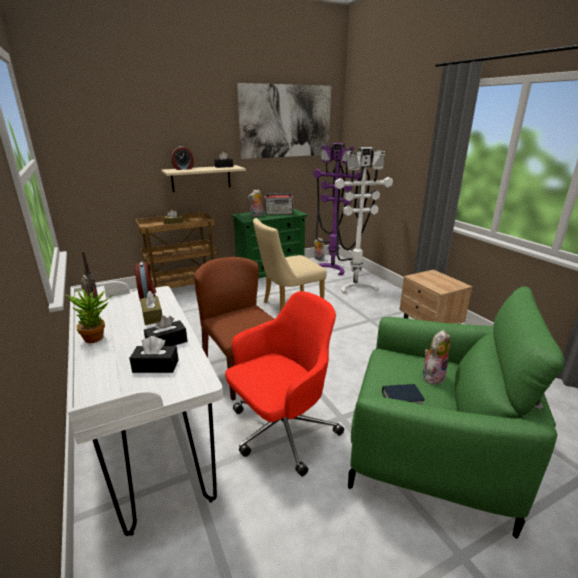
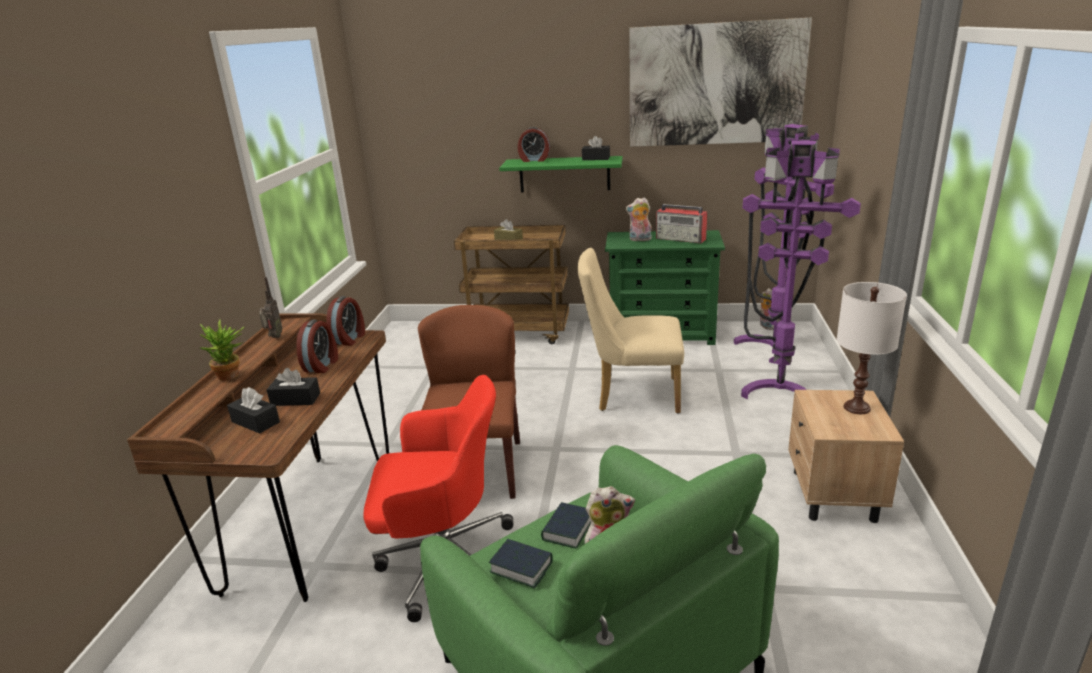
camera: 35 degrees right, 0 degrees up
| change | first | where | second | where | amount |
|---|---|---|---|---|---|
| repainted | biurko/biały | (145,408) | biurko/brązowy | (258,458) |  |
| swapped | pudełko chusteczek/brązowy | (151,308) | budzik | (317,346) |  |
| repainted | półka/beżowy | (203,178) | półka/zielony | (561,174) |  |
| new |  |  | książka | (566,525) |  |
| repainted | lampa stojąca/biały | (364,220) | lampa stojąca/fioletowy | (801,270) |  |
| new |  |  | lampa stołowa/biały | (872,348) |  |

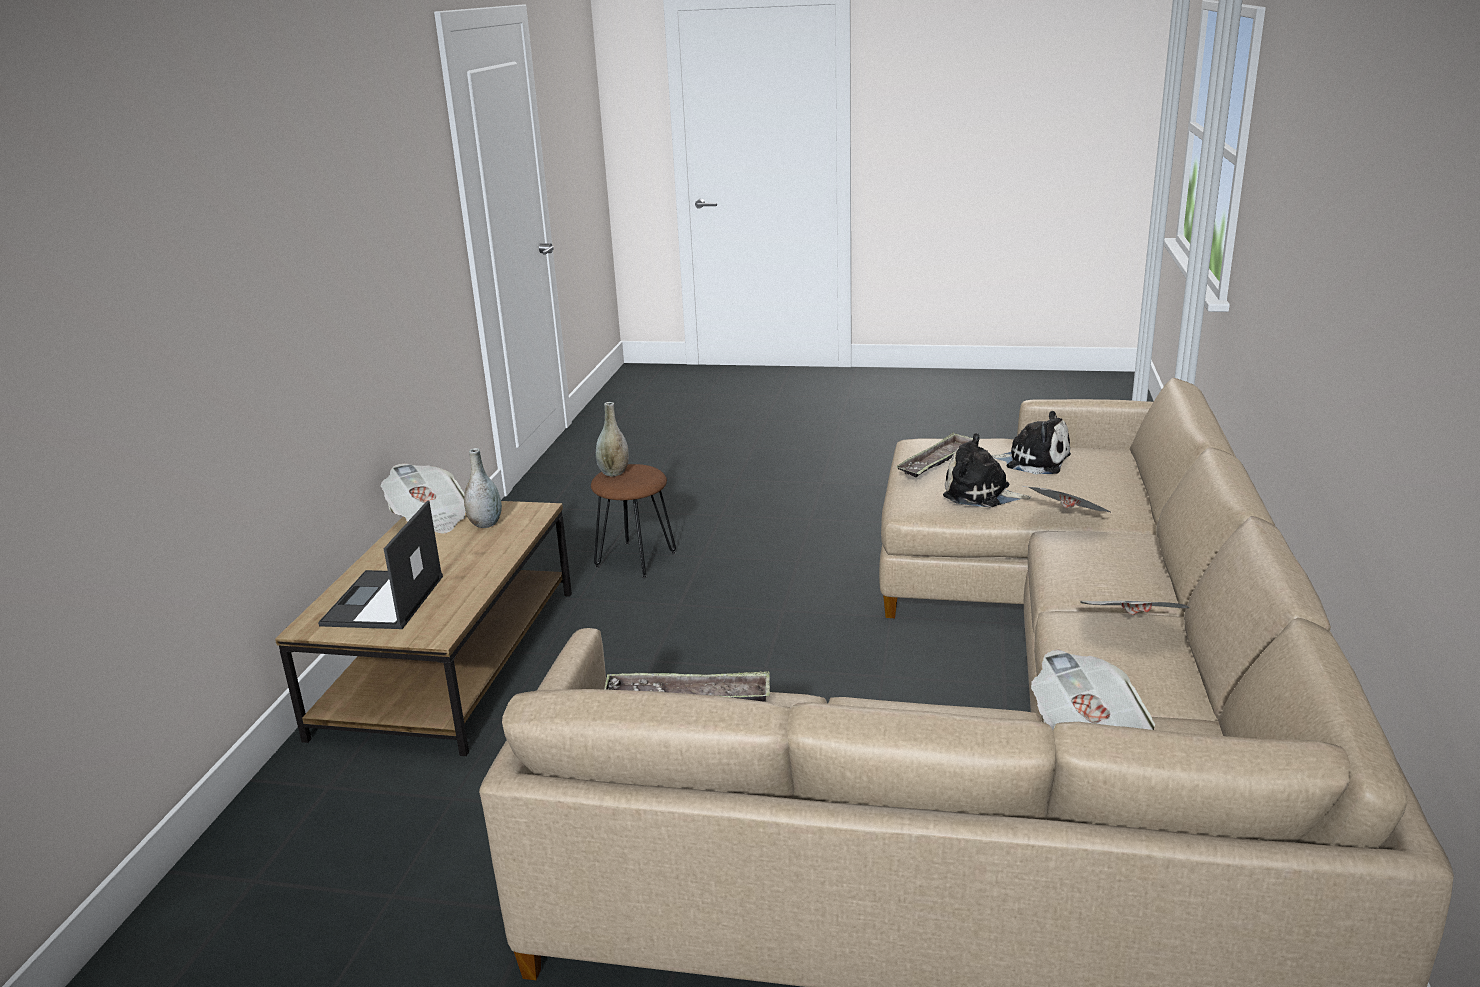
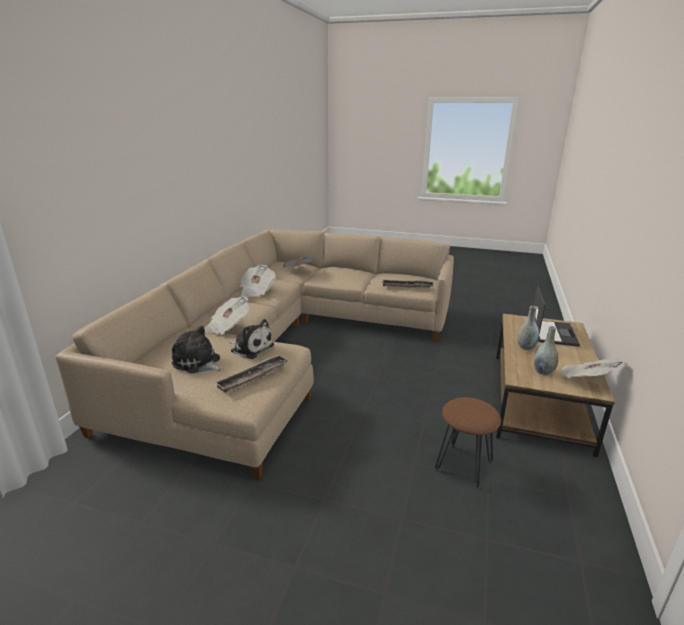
camera: 175 degrees left, 0 degrees up
| change | first | where | second | where | amount |
|---|---|---|---|---|---|
| shifted | wazon/szary | (612,439) |  | (528,328) |  |

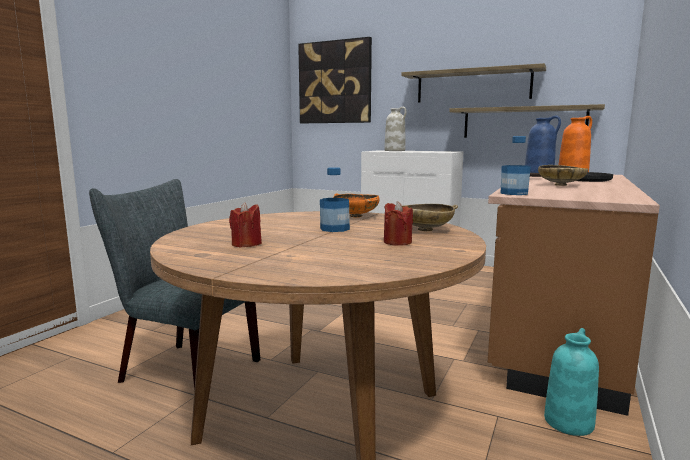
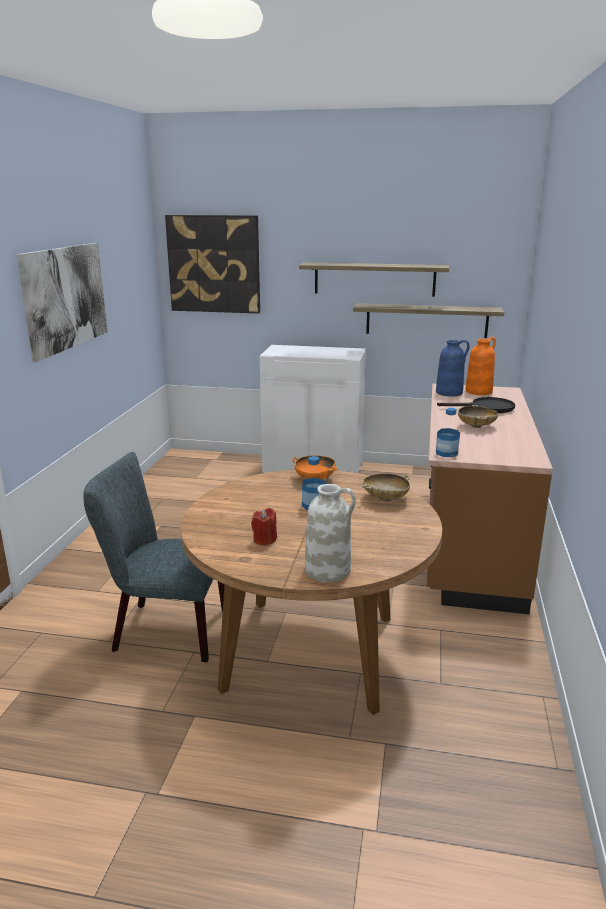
camera: 15 degrees left, 10 degrees up
| change | first | where | second | where | amount |
|---|---|---|---|---|---|
| new |  |  | obraz | (62,302) |  |
| shifted | wazon/biały | (395,129) |  | (330,533) |  |
| gone | świeca/czerwony | (398,223) |  |  |  |
| gone | wazon/turkusowy | (571,382) |  |  |  |

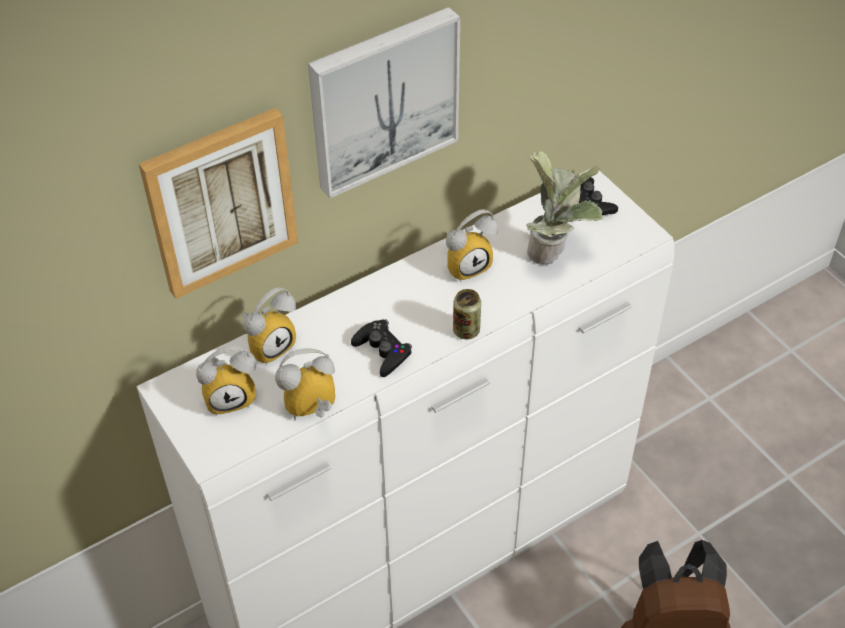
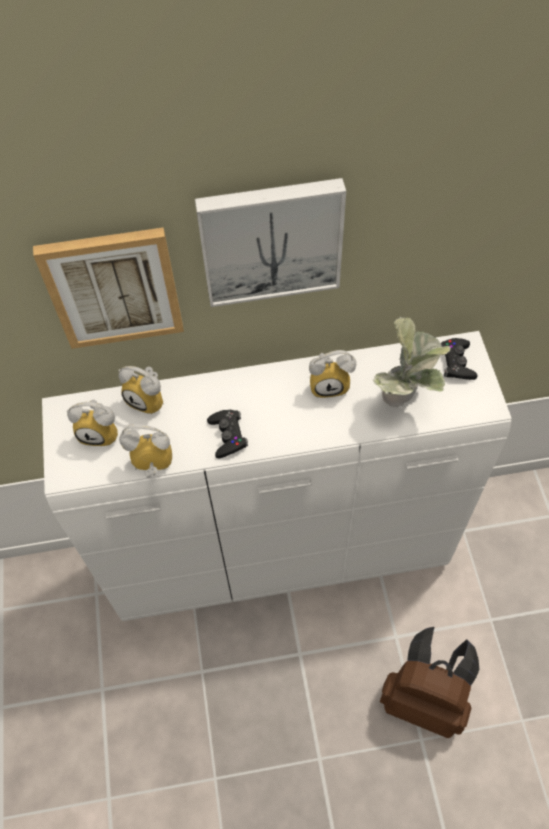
camera: 25 degrees right, 10 degrees up
| change | first | where | second | where | amount |
|---|---|---|---|---|---|
| rotated | budzik | (269,326) |  | (140,390) | 45 degrees clockwise |
| gone | puszka | (467,314) |  |  |  |

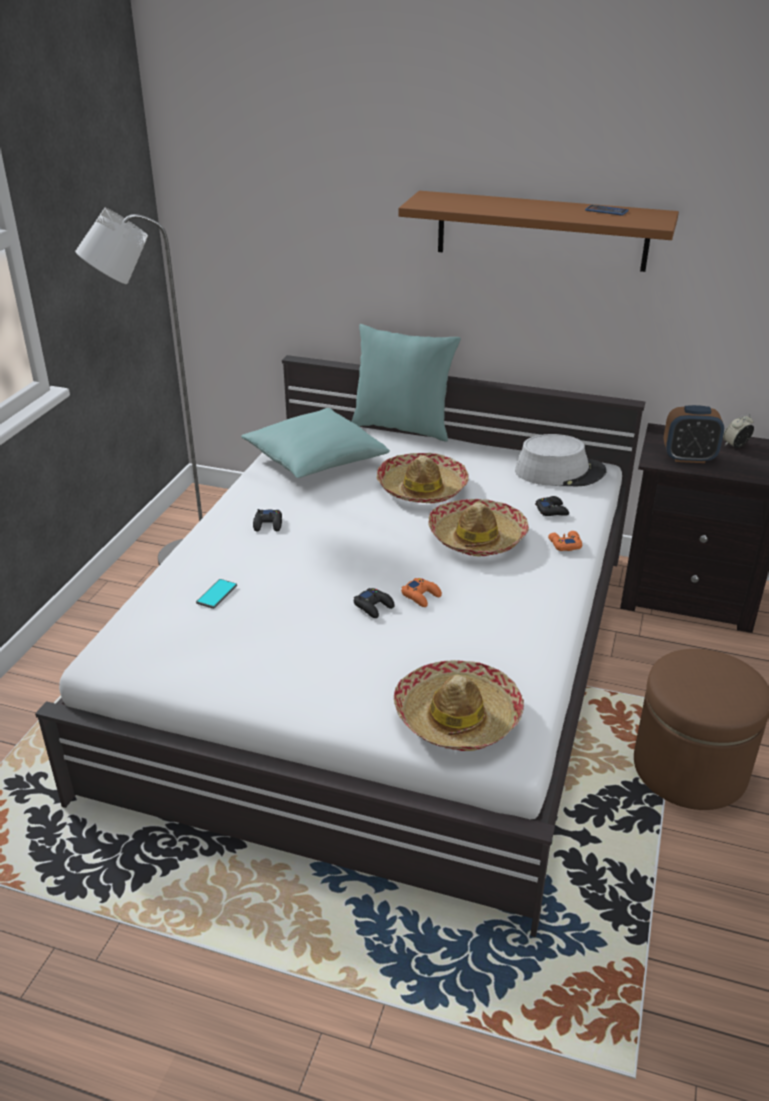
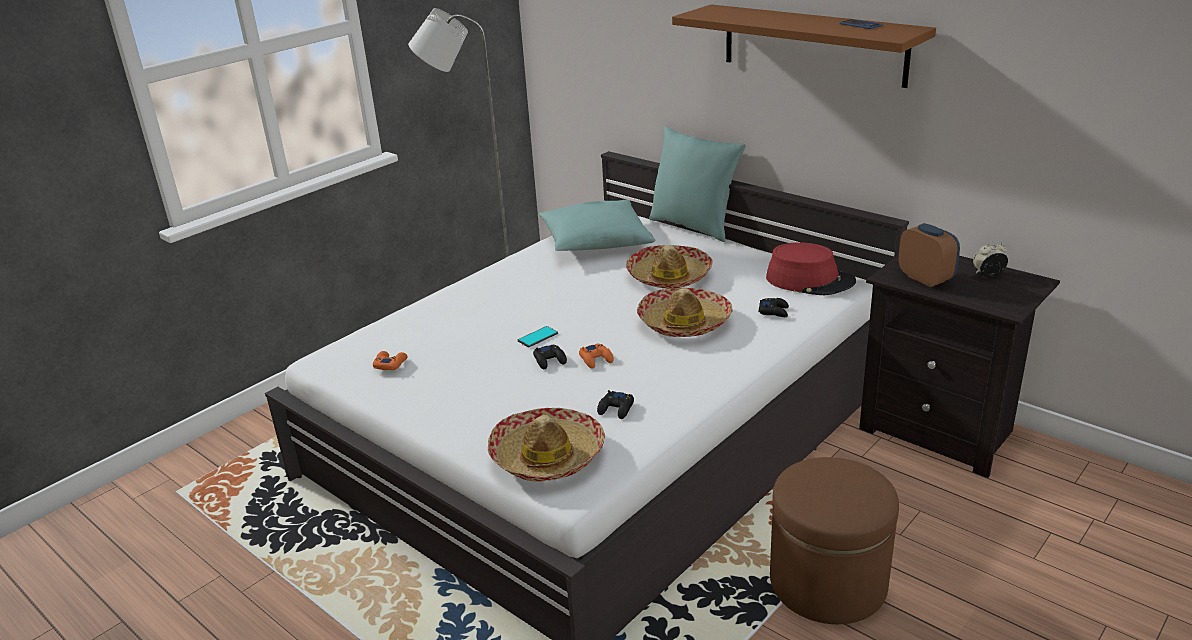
camera: 25 degrees right, 5 degrees down
| change | first | where | second | where | amount |
|---|---|---|---|---|---|
| shifted | pad do gier/pomarańczowy | (565,541) |  | (390,360) |  |
| shifted | telefon | (216,594) |  | (538,337) |  |
| shifted | pad do gier/czarny | (267,520) |  | (615,404) |  |
| repainted | kapelusz/szary | (560,460) | kapelusz/czerwony | (811,268) |  |
| rotated | budzik | (694,434) |  | (929,255) | 150 degrees counterclockwise |

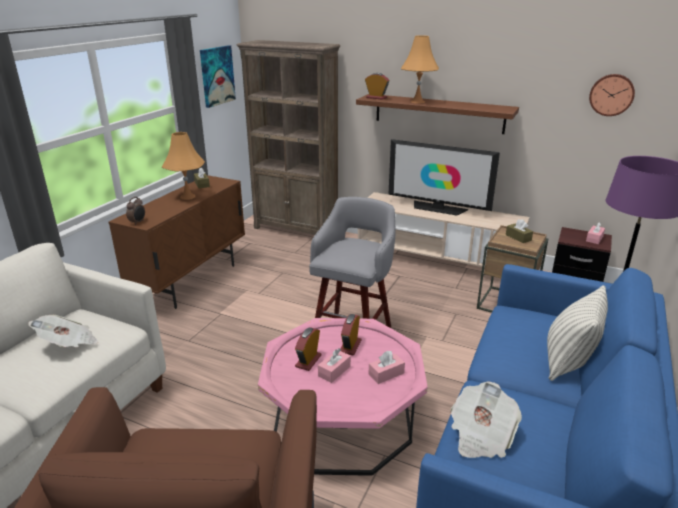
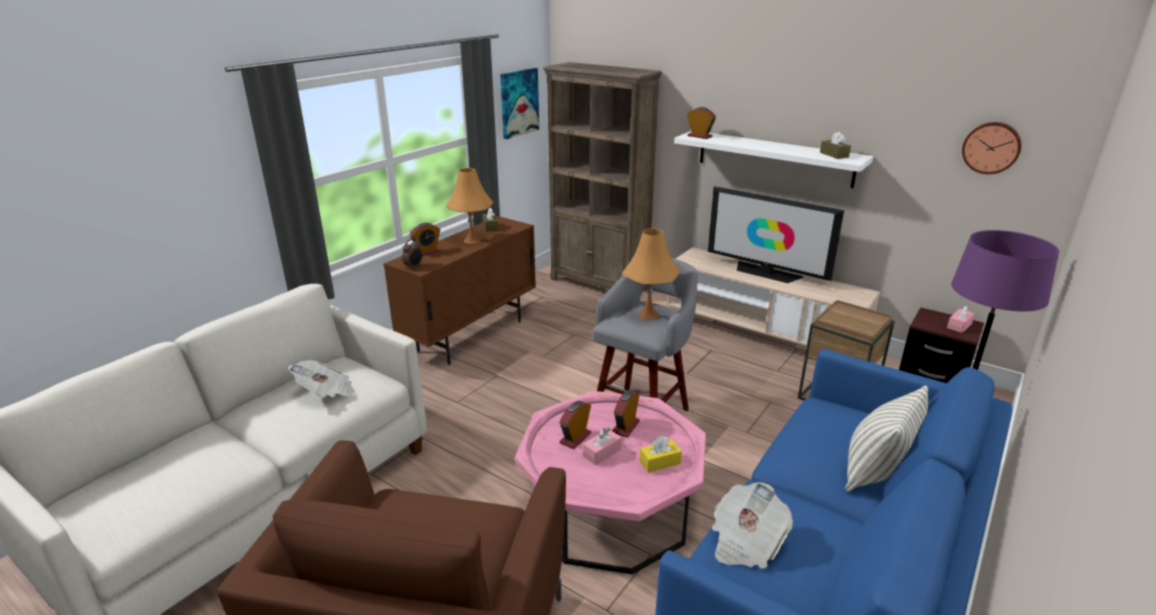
camera: 10 degrees right, 0 degrees up
| change | first | where | second | where | amount |
|---|---|---|---|---|---|
| new |  |  | budzik | (424,239) |  |
| shifted | lampa stołowa/pomarańczowy | (420,69) |  | (651,274) |  |
| repainted | pudełko chusteczek/różowy | (386,367) | pudełko chusteczek/żółty | (660,454) |  |
| repainted | półka/brązowy | (437,114) | półka/biały | (773,159) |  |
| shifted | pudełko chusteczek/brązowy | (519,231) |  | (835,145) |  |

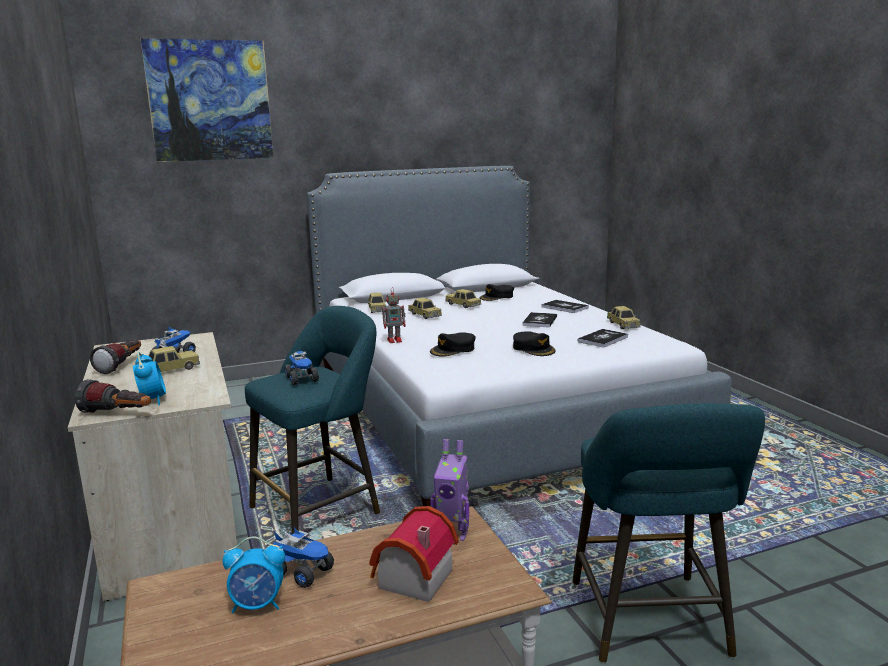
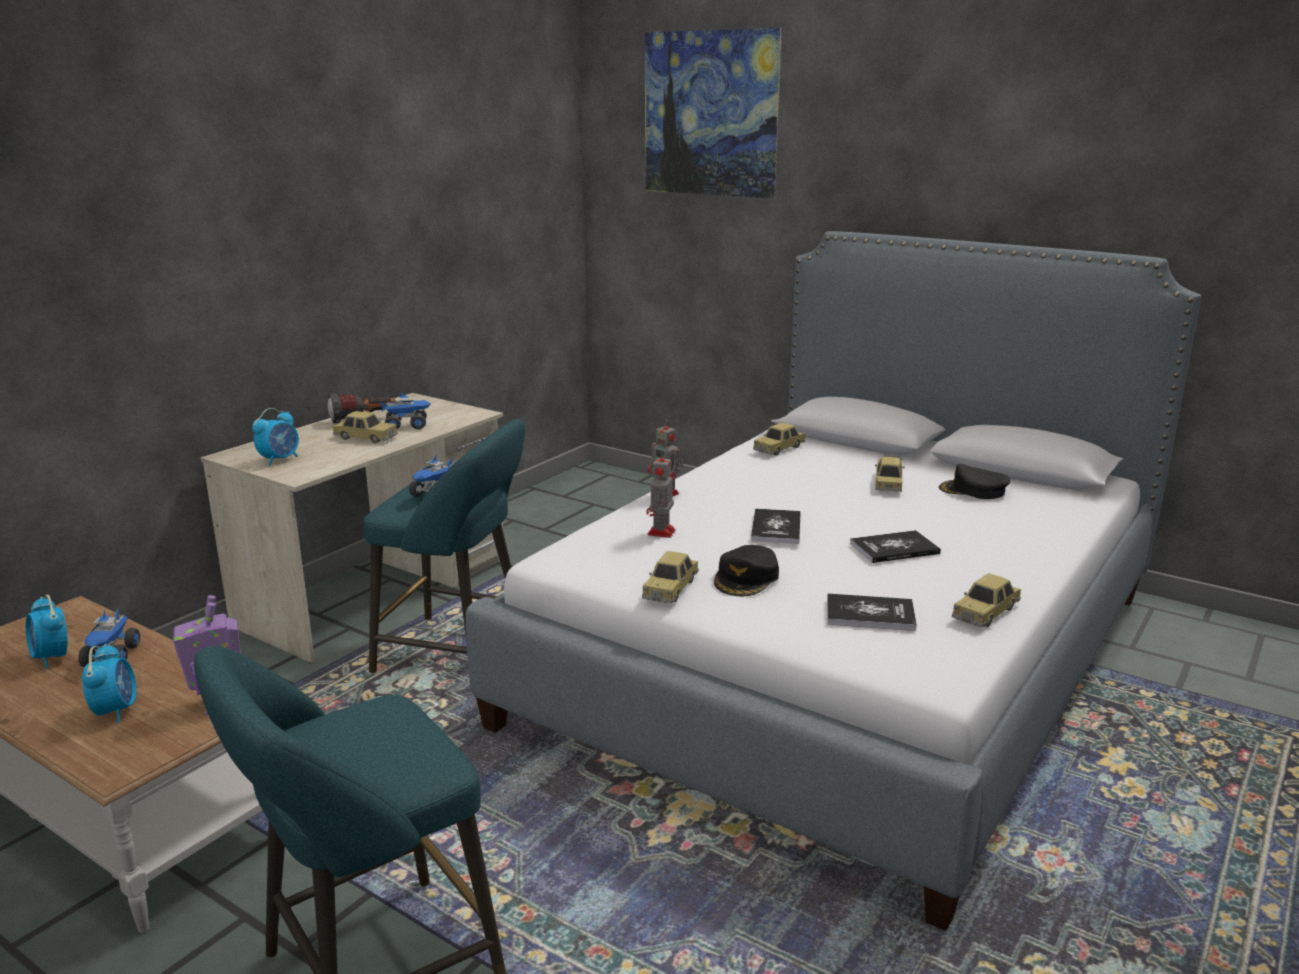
camera: 55 degrees right, 5 degrees up
| change | first | where | second | where | amount |
|---|---|---|---|---|---|
| swapped | domek | (414,554) | budzik | (109,683) |  |
| shifted | samochodzik | (425,308) |  | (670,577) |  |
| swapped | czapka z daszkiem/czarny | (453,344) | robot zabawkowy | (660,494) |  |
| shifted | książka | (565,306) |  | (776,526) |  |
| gone | latarka | (113,396) |  |  |  |

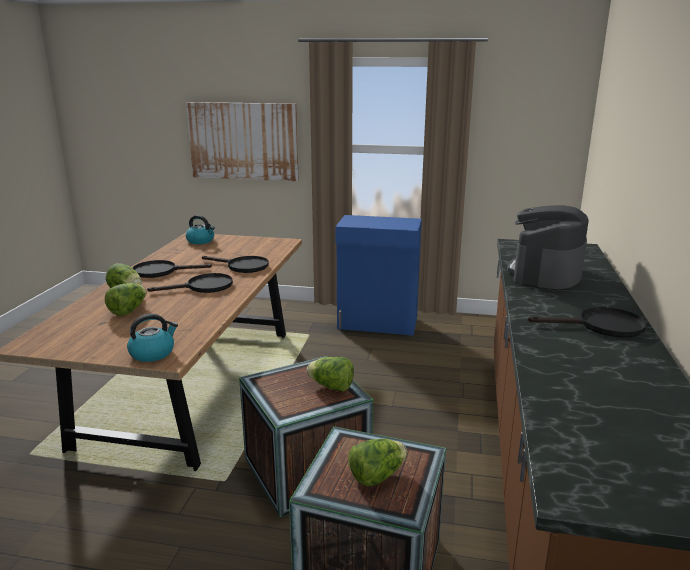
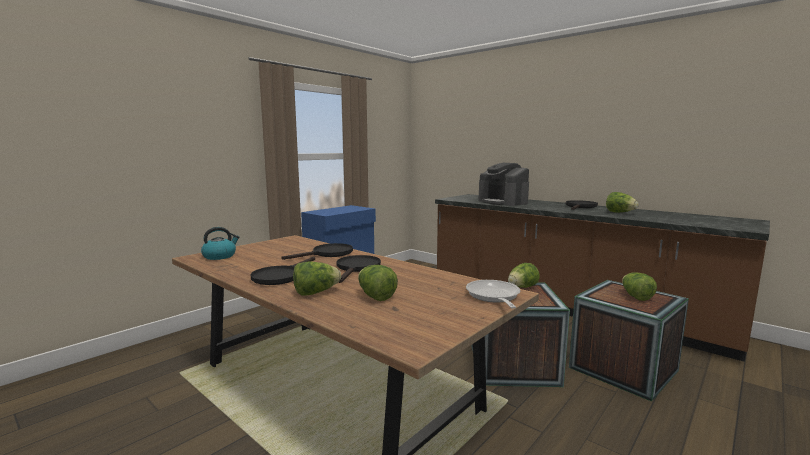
camera: 60 degrees left, 10 degrees down
| change | first | where | second | where | amount |
|---|---|---|---|---|---|
| swapped | czajnik | (152,338) | patelnia | (493,294) |  |
| new |  |  | sałata | (622,202) |  |
| gone | obraz | (242,141) |  |  |  |

